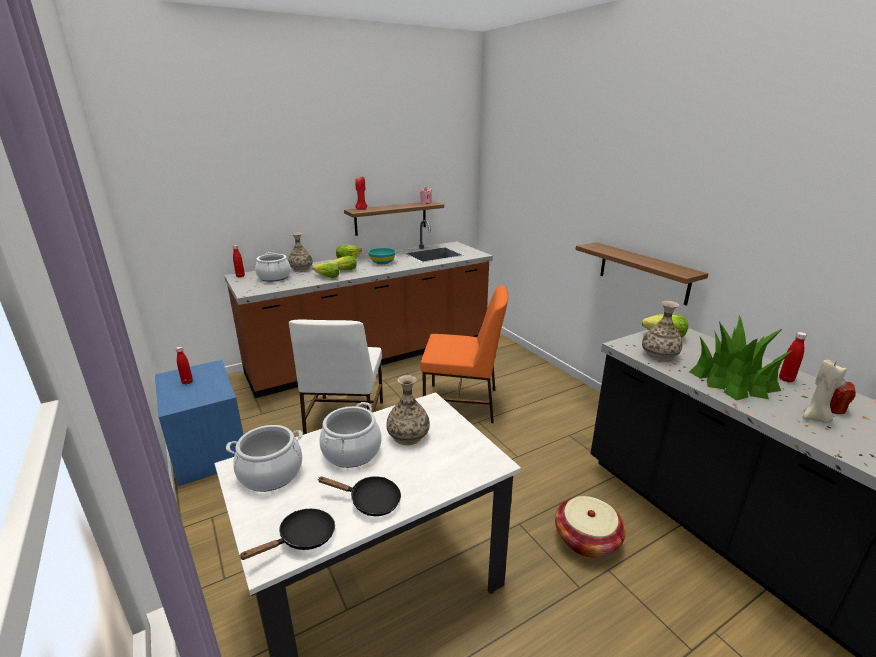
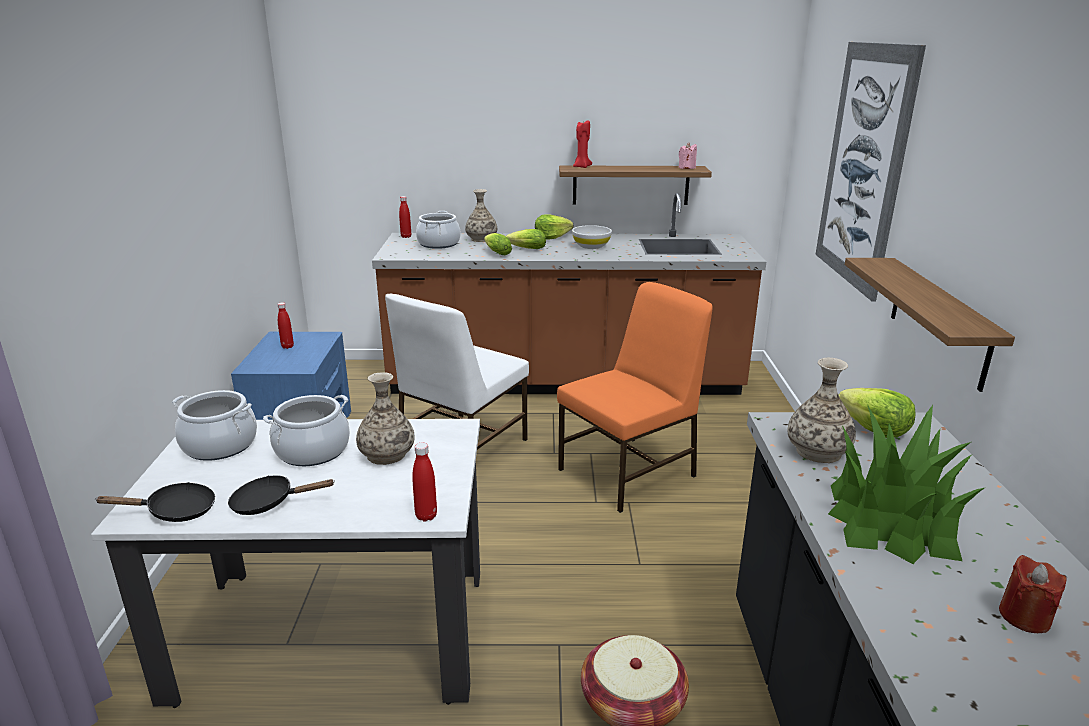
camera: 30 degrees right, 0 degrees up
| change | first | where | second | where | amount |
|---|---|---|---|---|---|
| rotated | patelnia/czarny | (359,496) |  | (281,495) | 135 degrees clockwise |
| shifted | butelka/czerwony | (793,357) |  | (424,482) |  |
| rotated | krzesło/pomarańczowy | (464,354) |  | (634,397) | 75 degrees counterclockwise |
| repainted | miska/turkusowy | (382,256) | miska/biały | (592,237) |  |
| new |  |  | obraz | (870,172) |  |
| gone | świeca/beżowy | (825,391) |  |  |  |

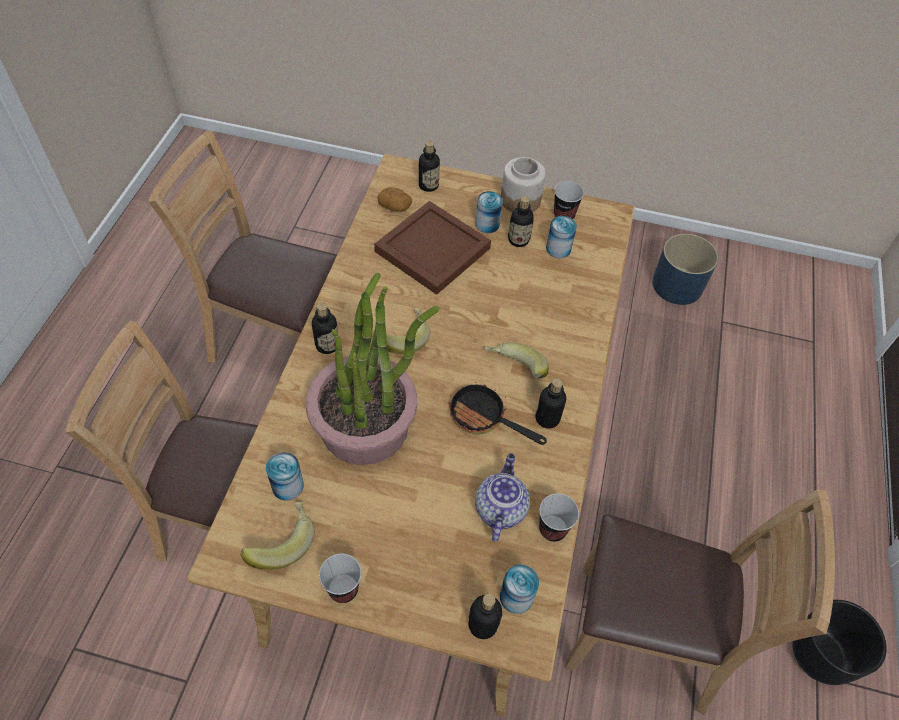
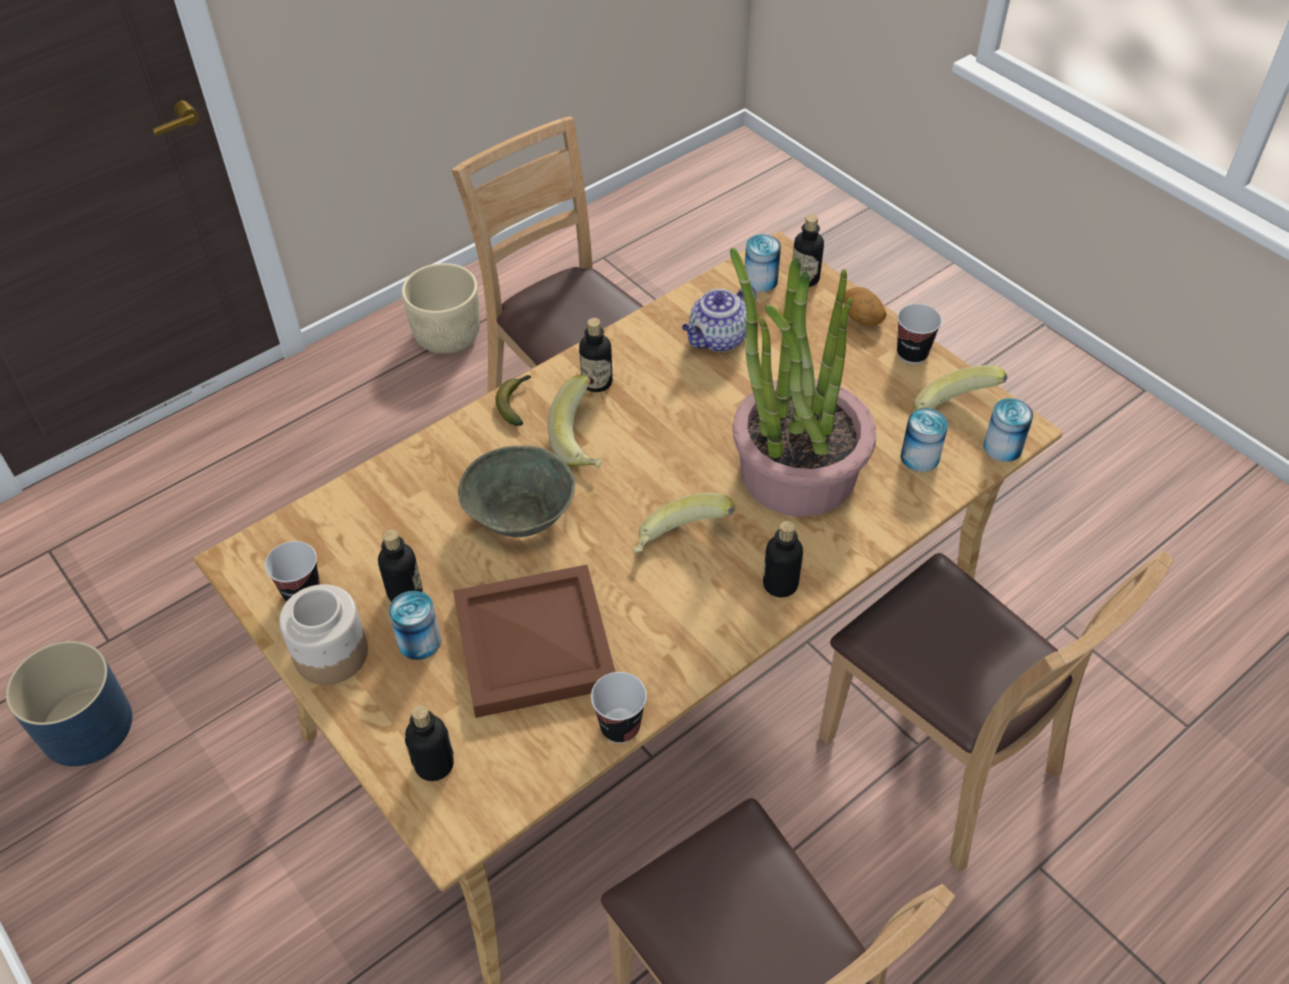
camera: 140 degrees left, 5 degrees down
| change | first | where | second | where | amount |
|---|---|---|---|---|---|
| repainted | donica/czarny | (839,642) | donica/beżowy | (441,308) |  |
| new |  |  | miska/szary | (516,491) |  |
| new |  |  | banan | (513,400) |  |
| shifted | filiżanka | (559,518) |  | (619,707) |  |
| shifted | ziemniak | (395,199) |  | (865,306) |  |
| shifted | puszka | (561,237) |  | (1008,430) |  |
| gone | patelnia | (498,415) |  |  |  |

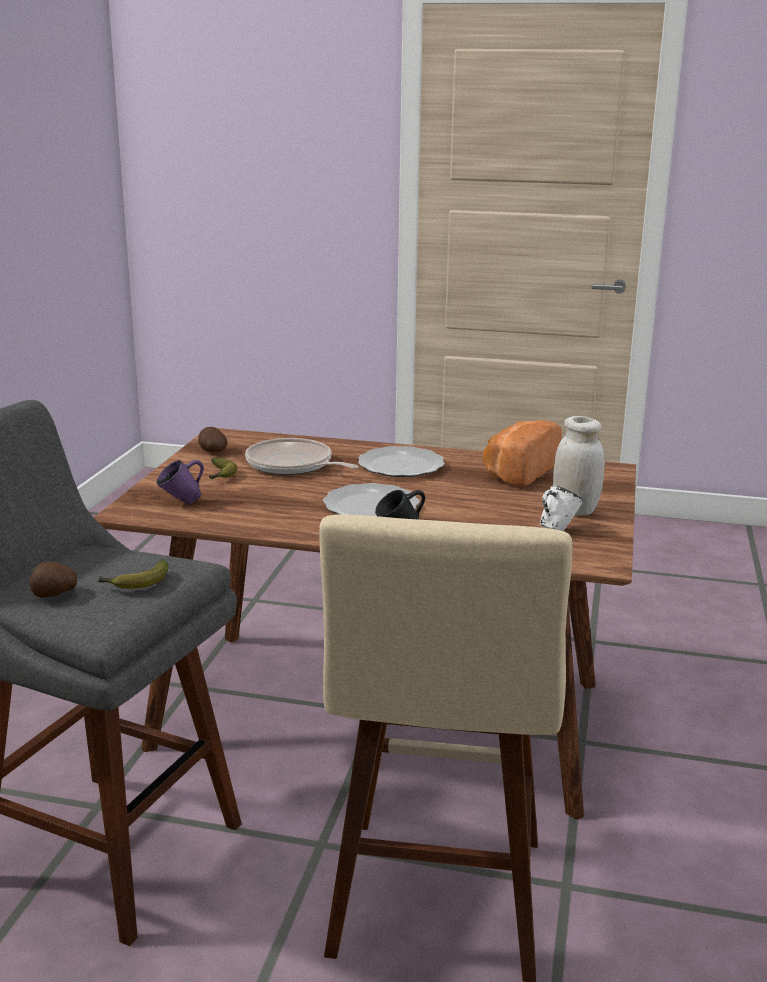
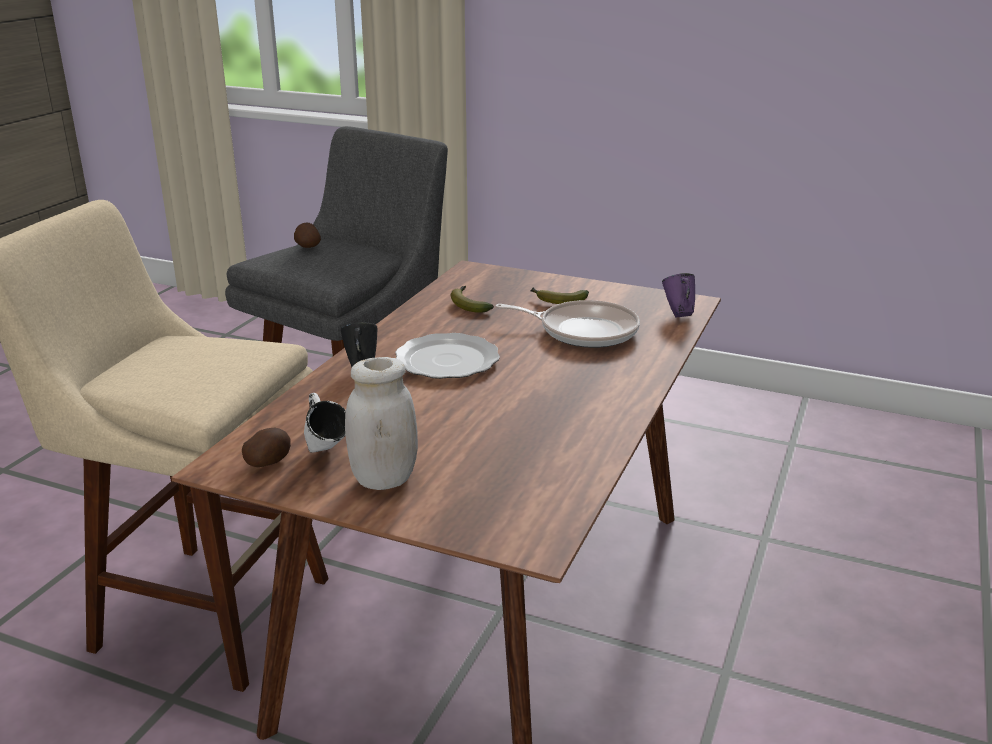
camera: 100 degrees right, 5 degrees up
| change | first | where | second | where | amount |
|---|---|---|---|---|---|
| shifted | ziemniak | (213,439) |  | (266,447) |  |
| shifted | banan | (133,574) |  | (472,299) |  |
| rotated | patelnia | (302,456) |  | (567,324) | 60 degrees clockwise |
| shifted | kubek/fioletowy | (180,482) |  | (678,295) |  |
| gone | talerz | (401,461) |  |  |  |
| gone | chleb | (522,453) |  |  |  |

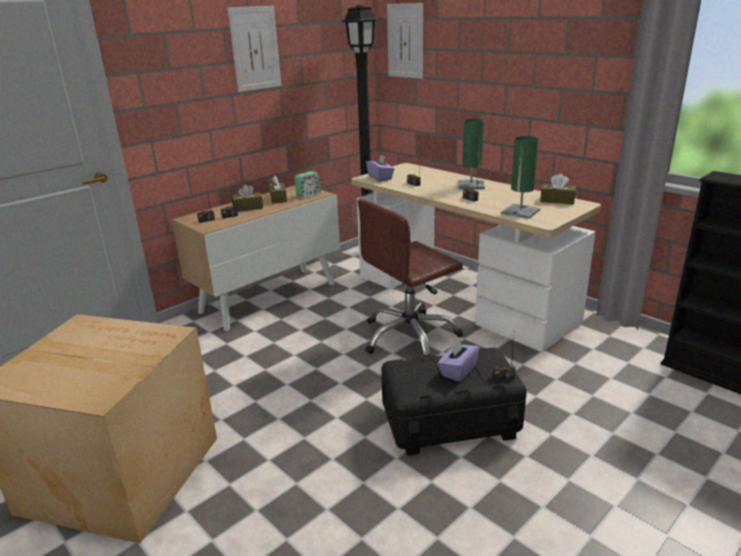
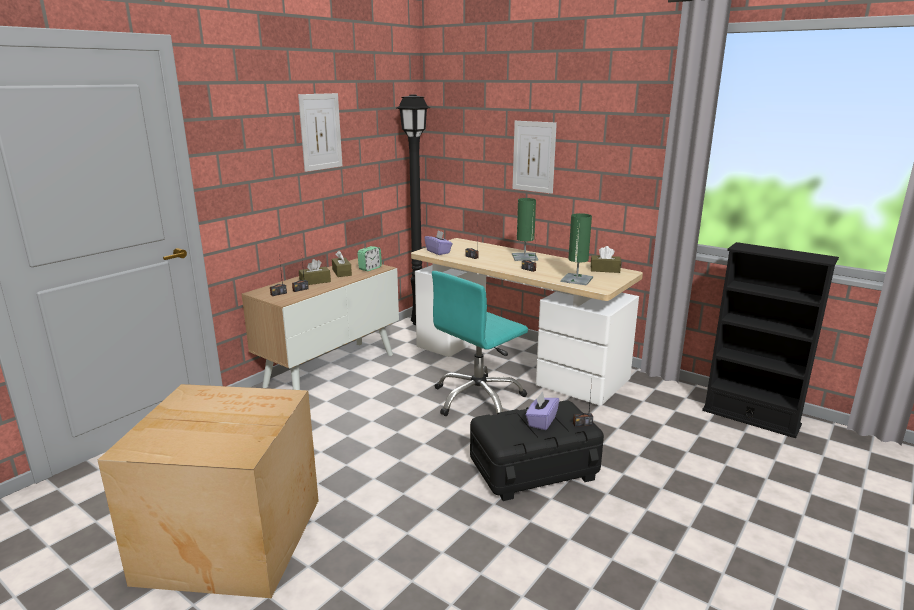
camera: 10 degrees left, 5 degrees down
| change | first | where | second | where | amount |
|---|---|---|---|---|---|
| repainted | krzesło biurowe/brązowy | (410,277) | krzesło biurowe/turkusowy | (480,343) |  |
| shifted | obraz | (405,41) |  | (535,157) |  |

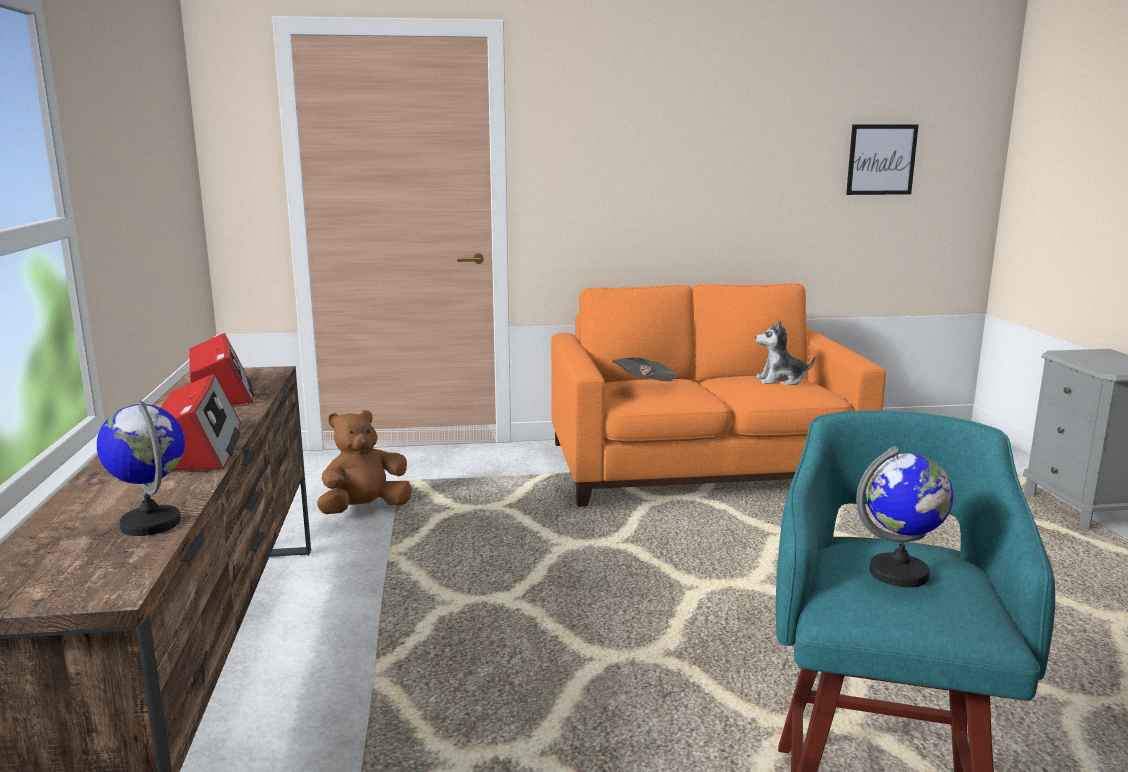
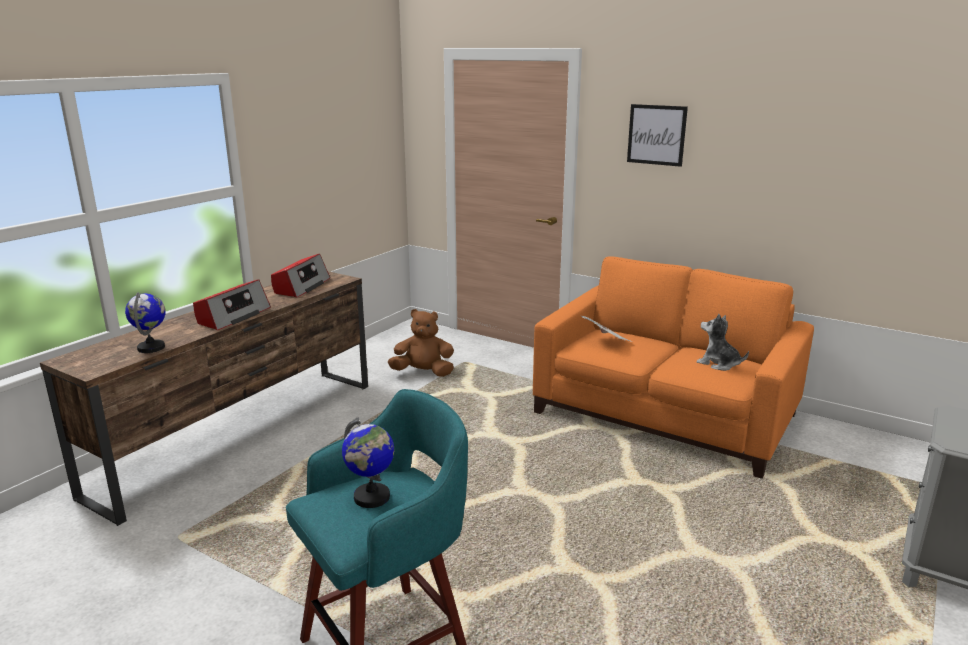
camera: 40 degrees right, 5 degrees up
| change | first | where | second | where | amount |
|---|---|---|---|---|---|
| shifted | obraz | (882,159) |  | (657,135) |  |

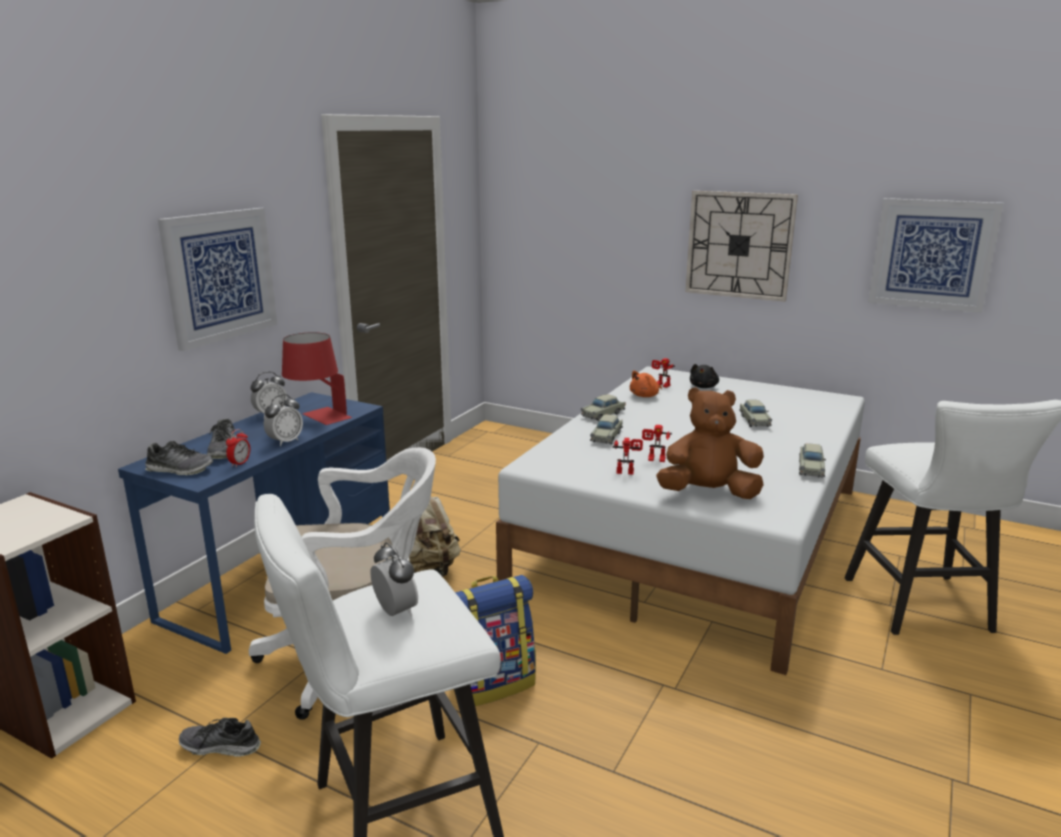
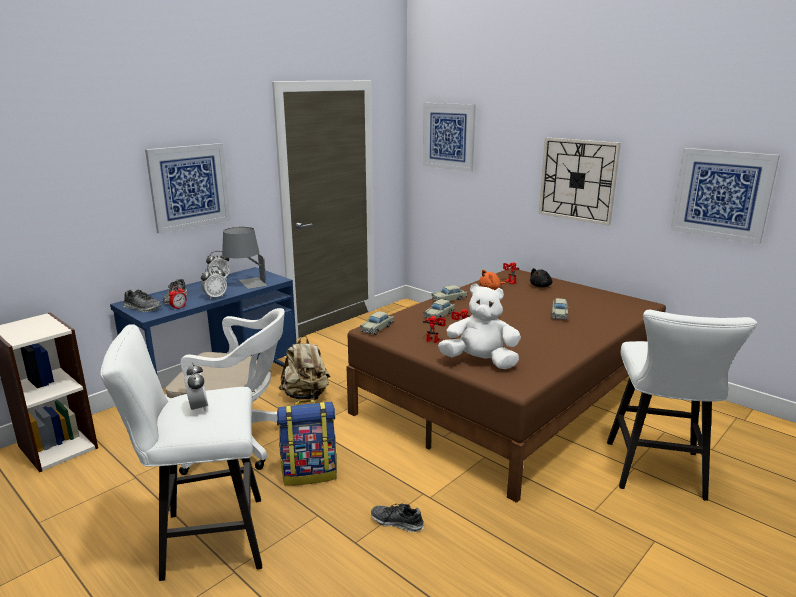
camera: 15 degrees right, 0 degrees up
| change | first | where | second | where | amount |
|---|---|---|---|---|---|
| repainted | lampa stołowa/czerwony | (317,378) | lampa stołowa/szary | (244,258) |  |
| repainted | łóżko/biały | (680,521) | łóżko/brązowy | (506,385) |  |
| shifted | samochodzik/beżowy | (812,460) |  | (377,323) |  |
| shifted | but | (220,737) |  | (397,517) |  |
| new |  |  | obraz | (449,137) |  |
| repainted | pluszak/brązowy | (710,443) | pluszak/biały | (479,326) |  |

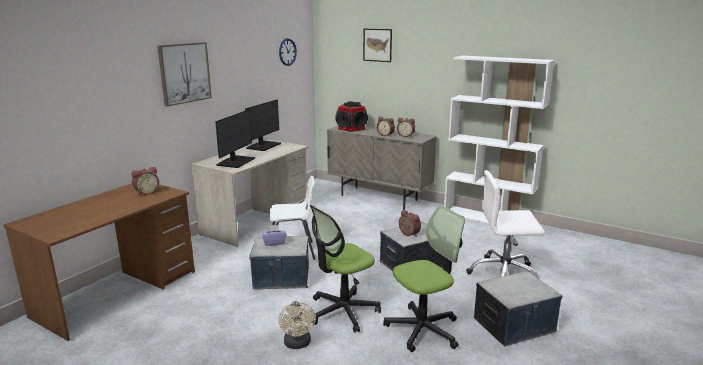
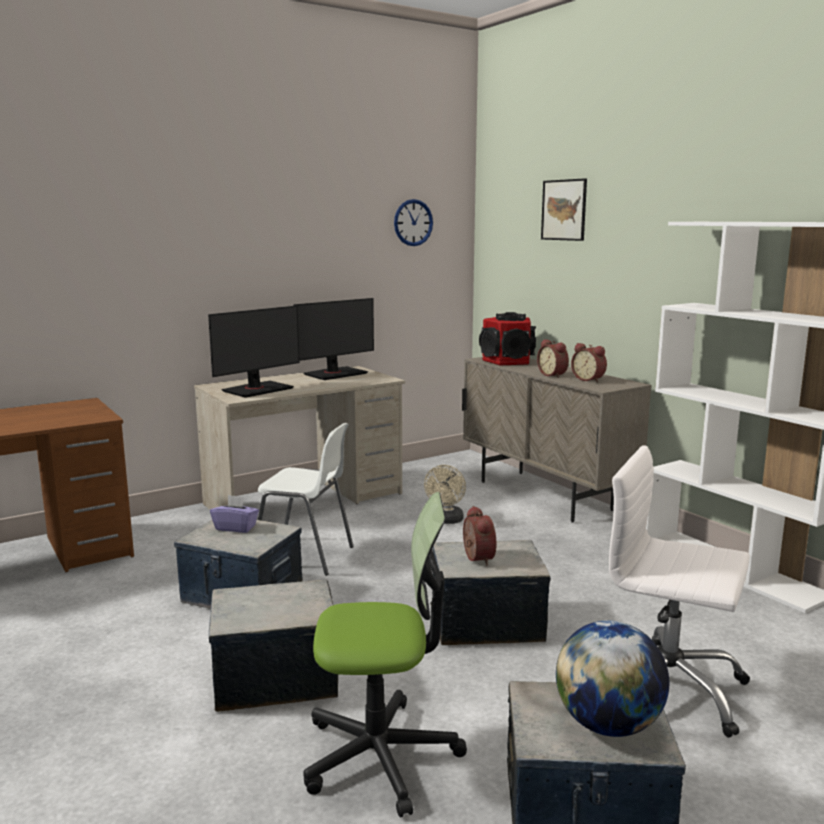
camera: 25 degrees right, 5 degrees down
| change | first | where | second | where | amount |
|---|---|---|---|---|---|
| swapped | krzesło biurowe | (345,269) | pojemnik do przechowywania | (273,645) |  |
| shifted | wentylator/beżowy | (297,325) |  | (445,494) |  |
| new |  |  | globus | (612,678) |  |
| gone | budzik | (145,181) |  |  |  |
| gone | obraz | (184,74) |  |  |  |

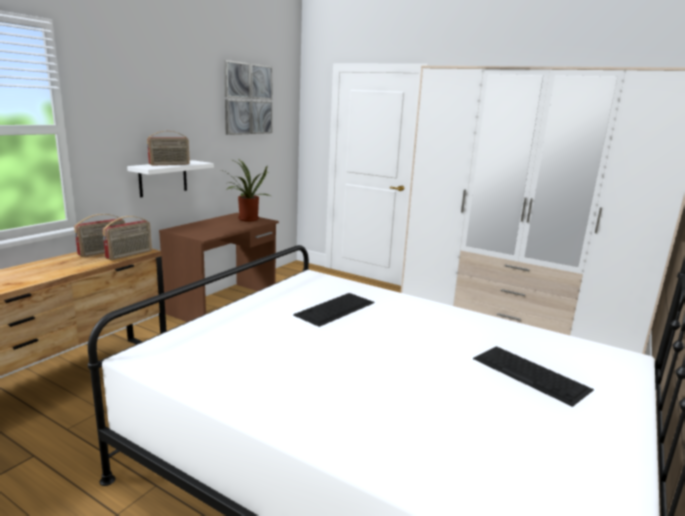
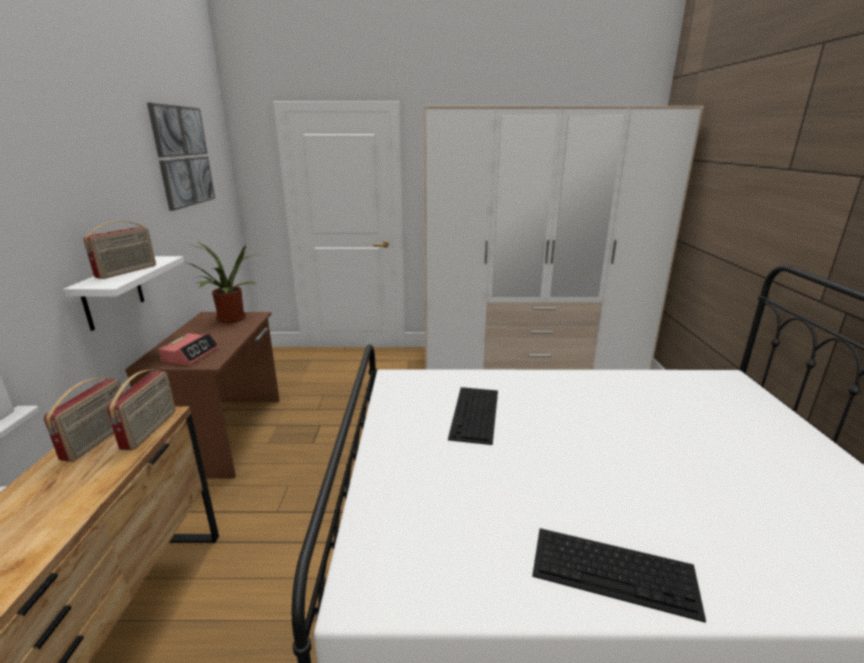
camera: 30 degrees left, 5 degrees up
| change | first | where | second | where | amount |
|---|---|---|---|---|---|
| new |  |  | budzik | (188,349) |  |
| shifted | klawiatura | (533,376) |  | (619,575) |  |

